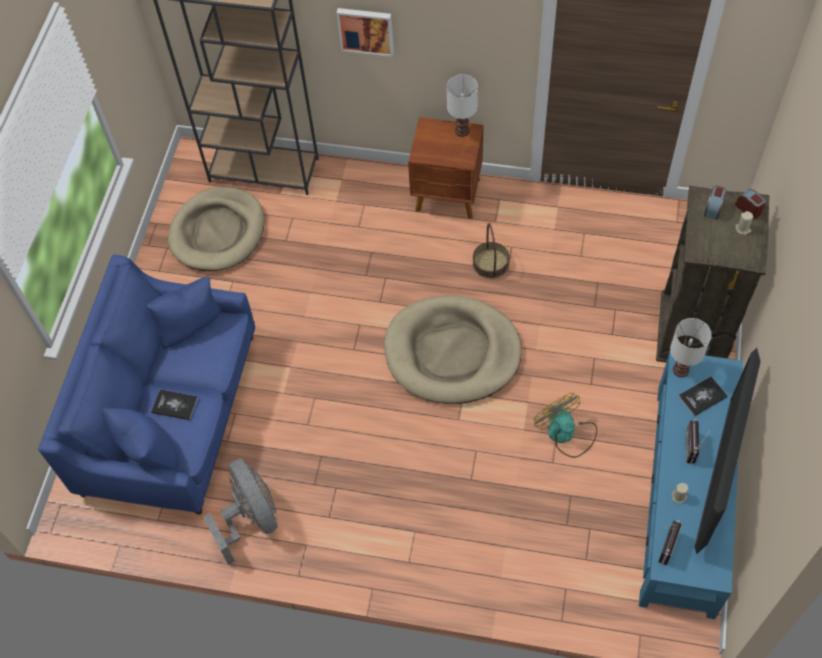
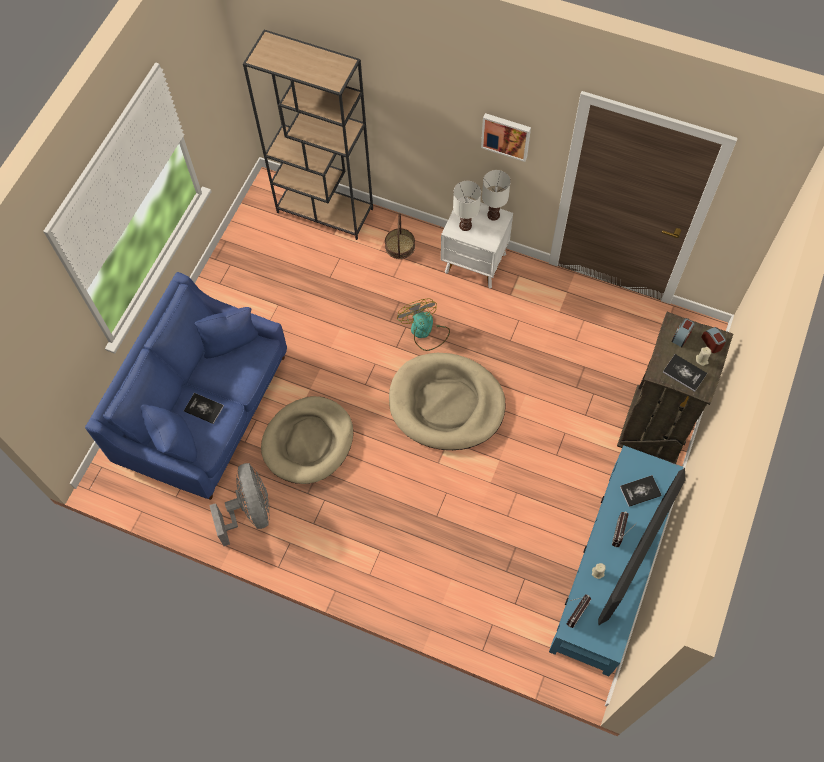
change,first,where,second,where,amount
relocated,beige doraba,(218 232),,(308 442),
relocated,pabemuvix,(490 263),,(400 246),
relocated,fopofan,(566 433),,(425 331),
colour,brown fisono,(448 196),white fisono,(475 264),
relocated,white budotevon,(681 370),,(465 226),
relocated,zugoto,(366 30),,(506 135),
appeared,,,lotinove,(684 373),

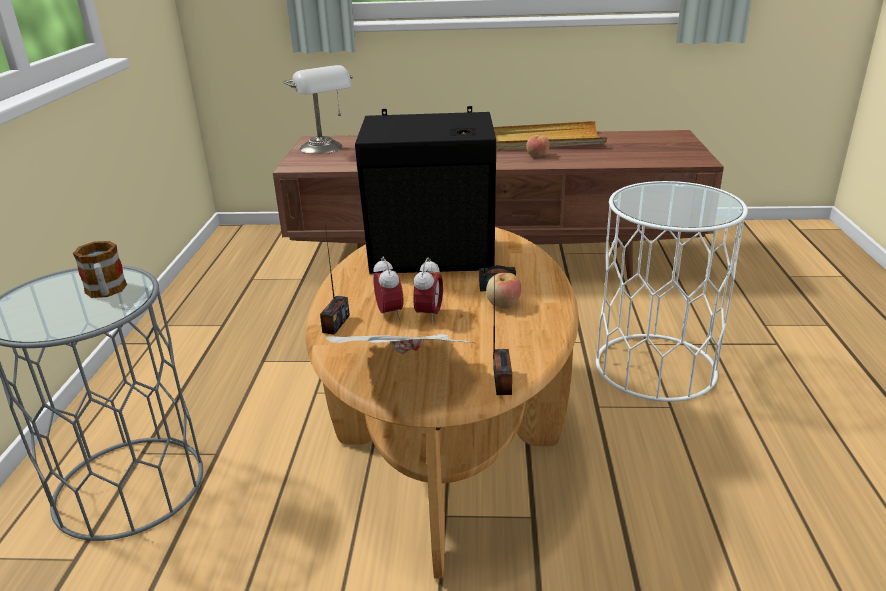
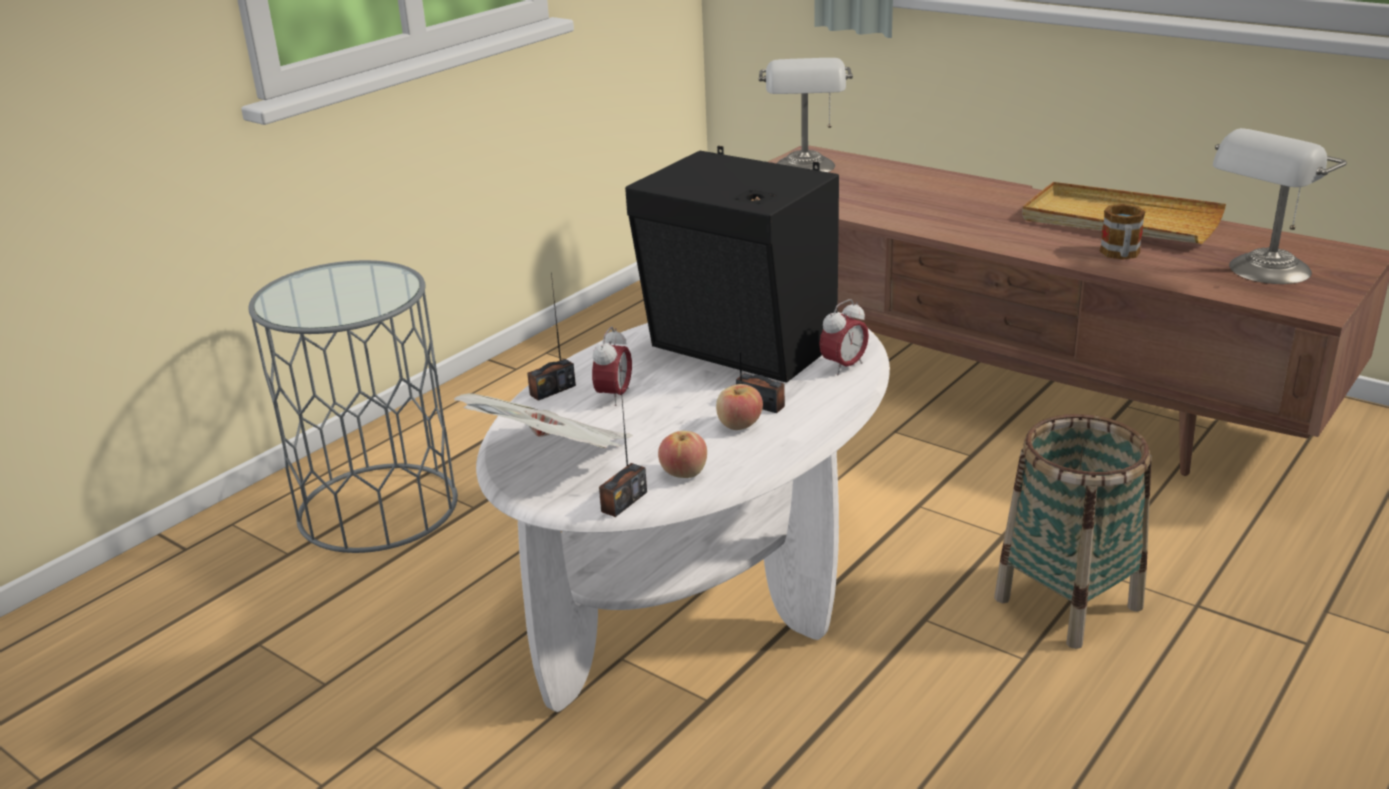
change,first,where,second,where,amount
colour,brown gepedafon,(447 442),white gepedafon,(702 587),
relocated,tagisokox,(537 155),,(683 473),
relocated,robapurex,(429 315),,(843 367),
exchanged,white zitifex,(656 366),pabemuvix,(1068 603),
relocated,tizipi,(106 292),,(1120 255),
appeared,,,white budotevon,(1262 274),

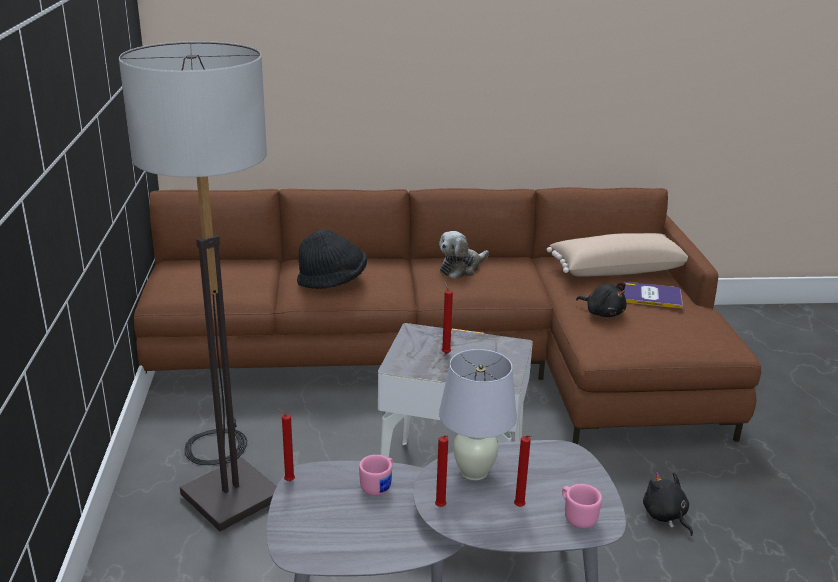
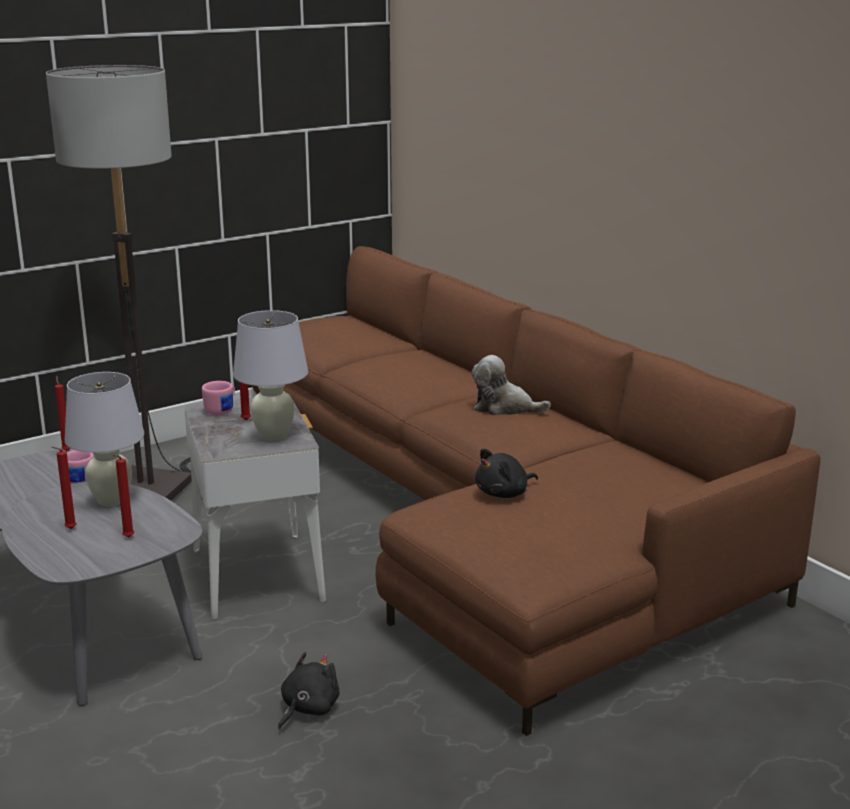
change,first,where,second,where,amount
relocated,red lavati,(441 508),,(127 538),
relocated,pink tizipi,(577 516),,(222 410),
appeared,,,white budotevon,(273 435),
spun,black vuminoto,(603 313),,(504 493),45 degrees clockwise
missing,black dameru,(332 281),,,
missing,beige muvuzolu,(616 269),,,
missing,lotinove,(651 296),,,

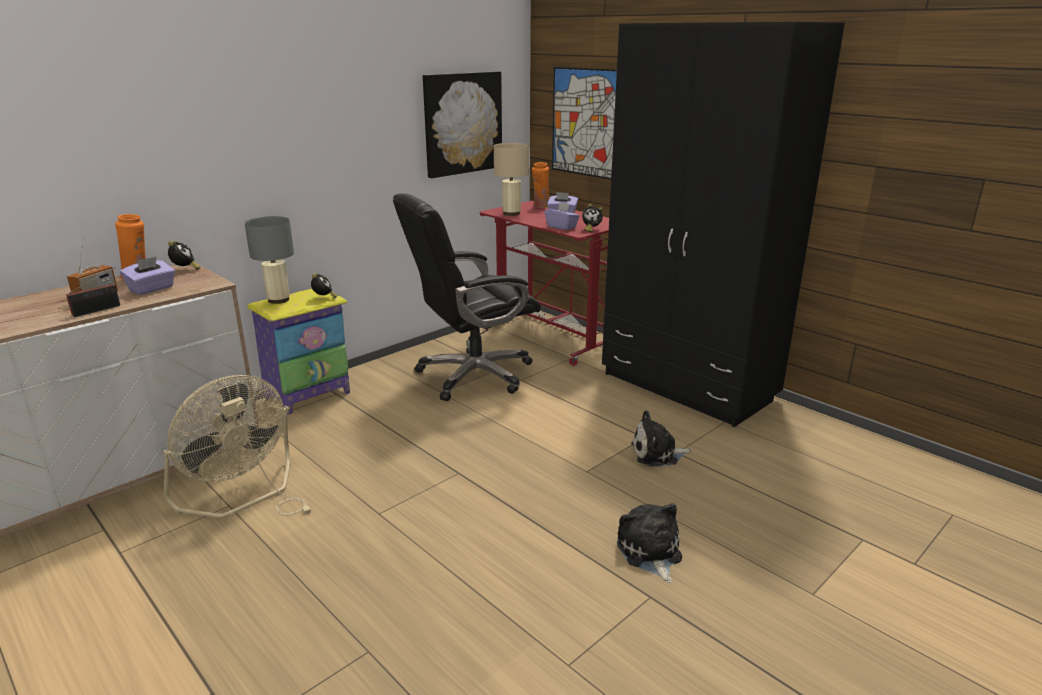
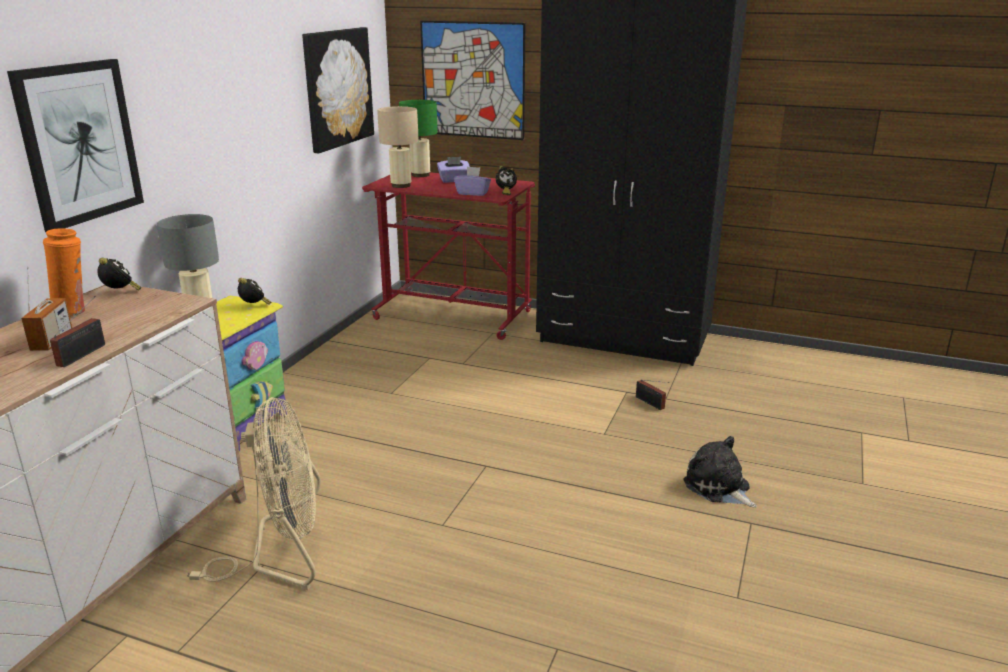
change,first,where,second,where,amount
appeared,,,zugoto,(79 143),
spun,beige fopofan,(251 495),,(279 547),150 degrees clockwise
exchanged,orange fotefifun,(541 206),green budotevon,(421 175),
exchanged,vuminoto,(657 454),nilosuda,(651 403),
missing,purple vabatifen,(152 289),,,
missing,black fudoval,(474 375),,,

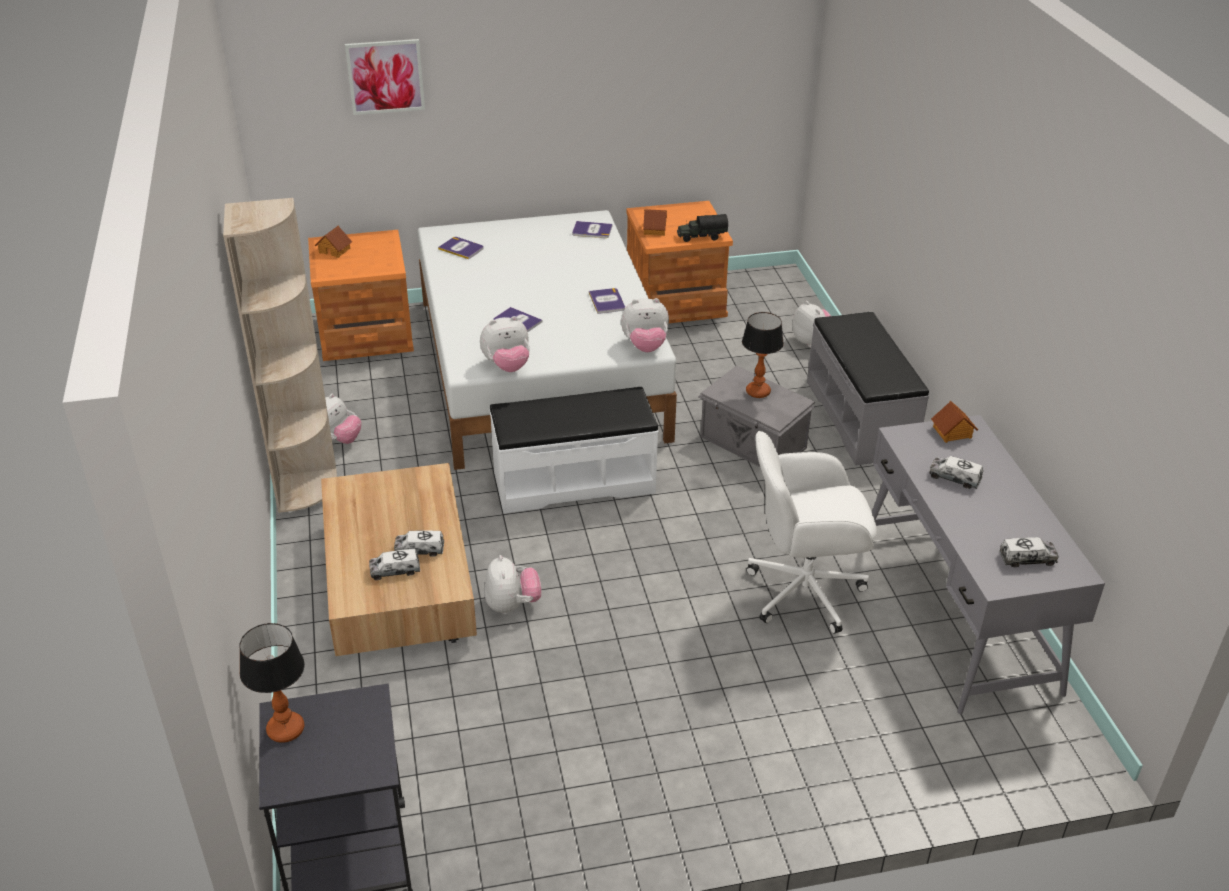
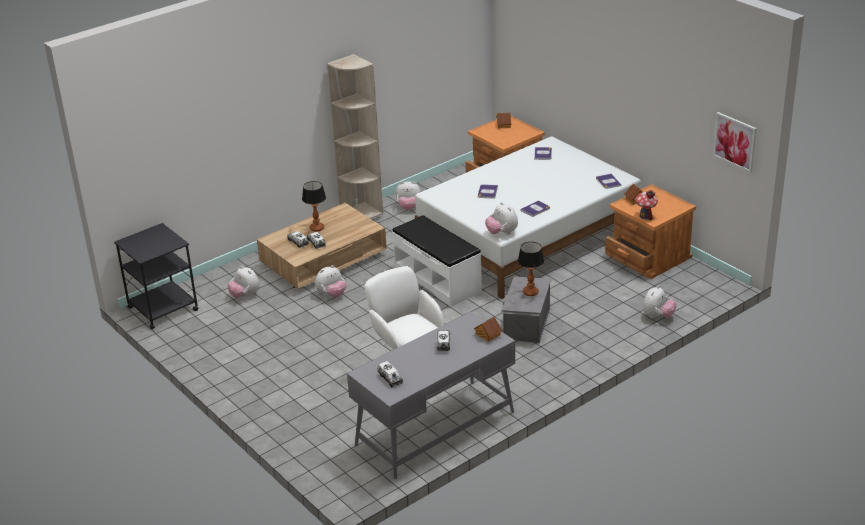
change,first,where,second,where,amount
relocated,vuminoto,(507 366),,(245 295),
relocated,budotevon,(286 730),,(316 228),
exchanged,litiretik,(701 237),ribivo,(645 216),
relocated,zugoto,(385 76),,(735 141),
missing,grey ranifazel,(860 418),,,

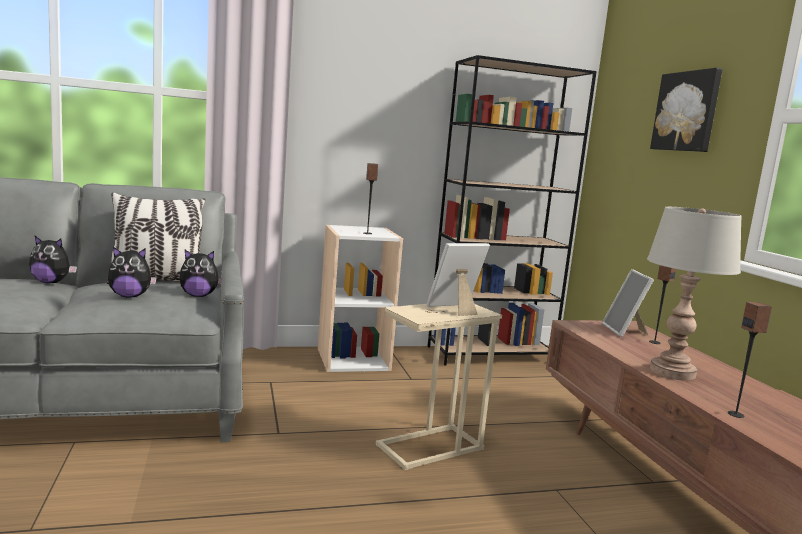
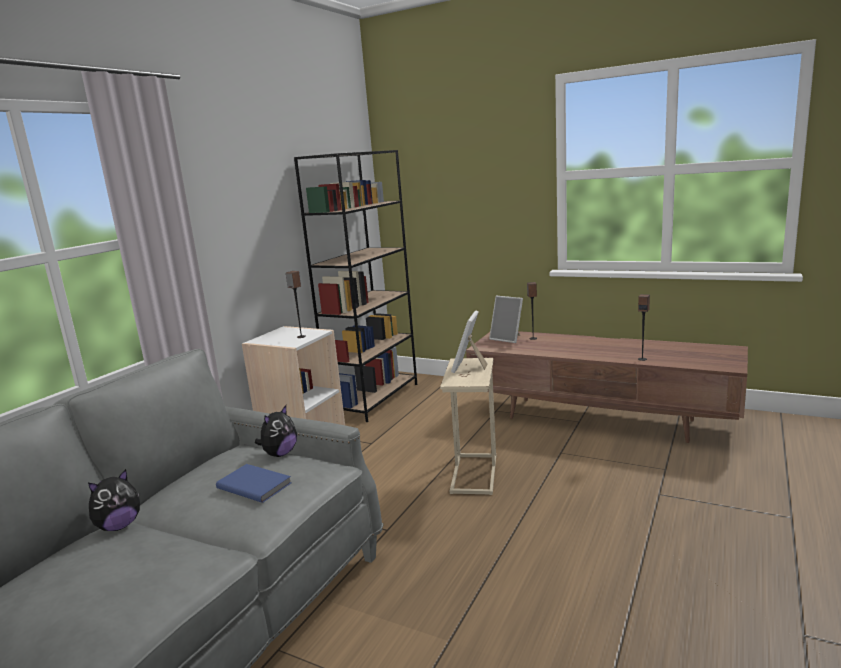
change,first,where,second,where,amount
exchanged,vuminoto,(130 296),blue lotinove,(254 484),
missing,muvuzolu,(157 281),,,
missing,grey budotevon,(672 372),,,
missing,zugoto,(687 111),,,

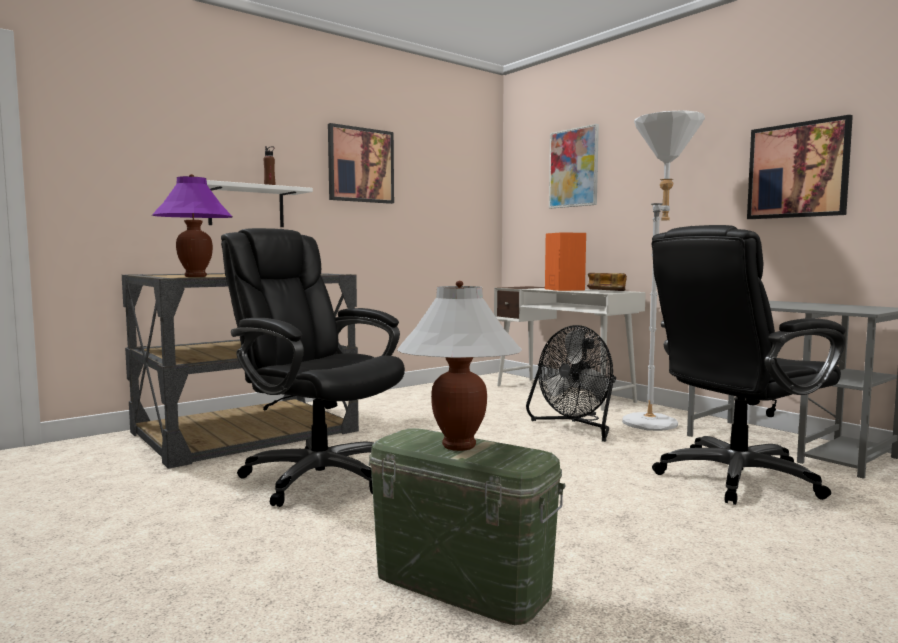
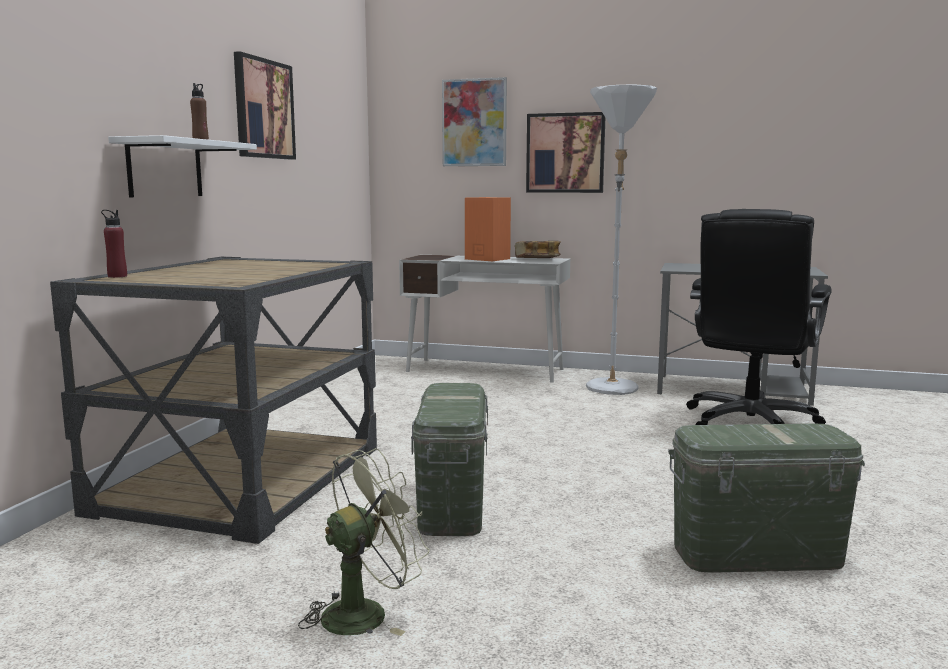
change,first,where,second,where,amount
appeared,,,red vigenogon,(117 276),
appeared,,,green fopofan,(365 612),
exchanged,black fudoval,(319 477),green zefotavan,(452 505),
relocated,zugoto,(798 170),,(565 153),
missing,purple budotevon,(195 276),,,
missing,white budotevon,(458 446),,,
missing,black fopofan,(576 426),,,

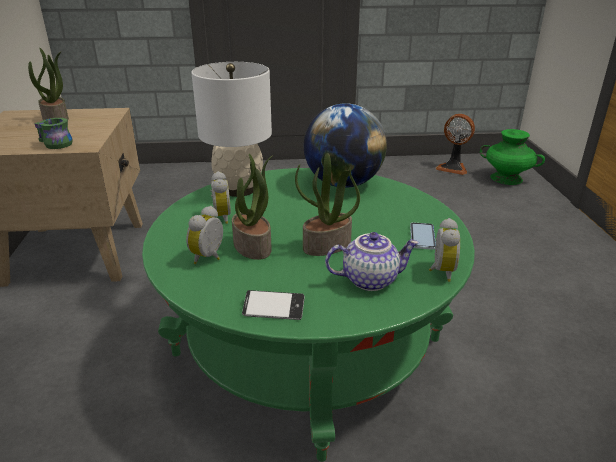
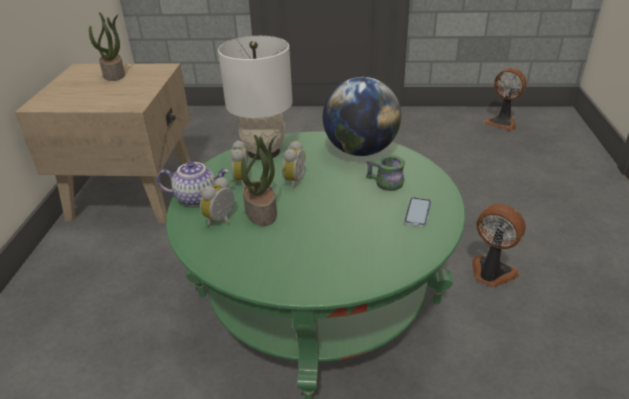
change,first,where,second,where,amount
relocated,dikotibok,(370 279),,(197 197),
relocated,robapurex,(440 271),,(293 181),
relocated,green tizipi,(54 144),,(384 183),
appeared,,,fopofan,(491 273),
missing,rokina,(273 309),,,
missing,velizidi,(327 246),,,
missing,green fotefifun,(506 178),,,

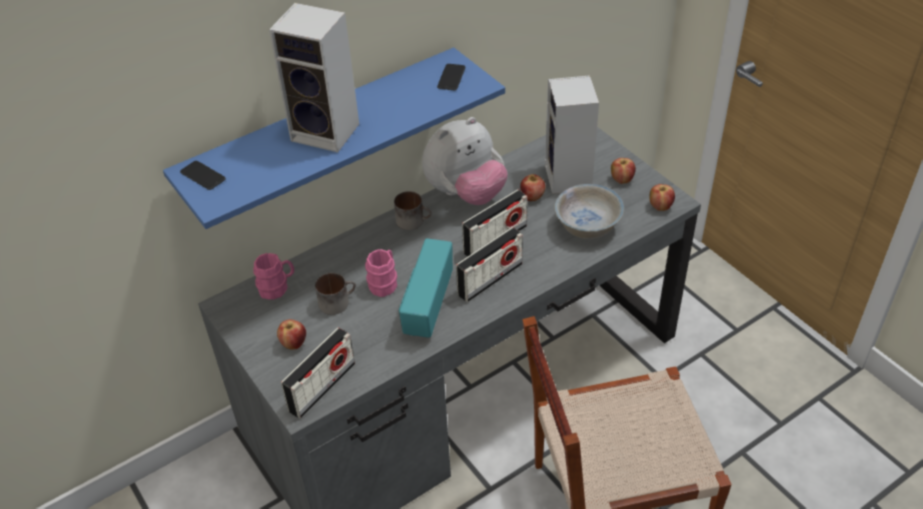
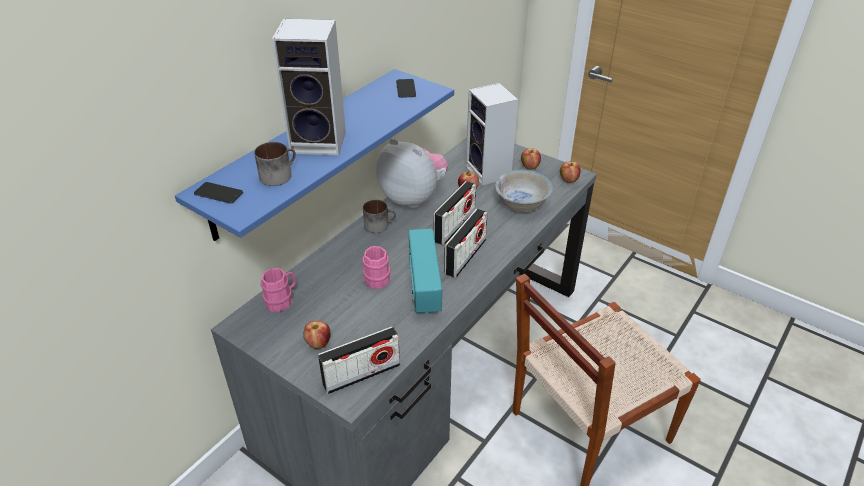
change,first,where,second,where,amount
relocated,tizipi,(337 301),,(278 174),
spun,nilosuda,(322 387),,(361 374),45 degrees clockwise
spun,vuminoto,(465 193),,(413 197),90 degrees counterclockwise

